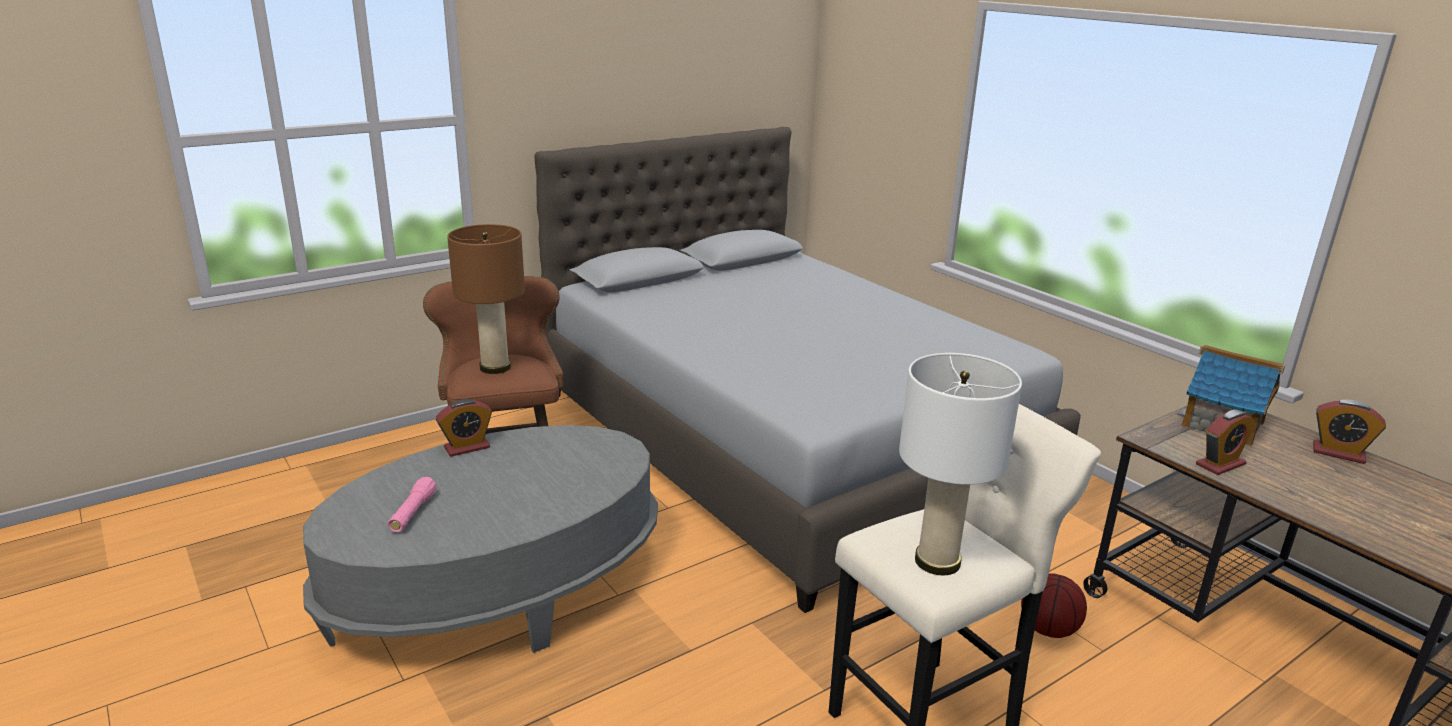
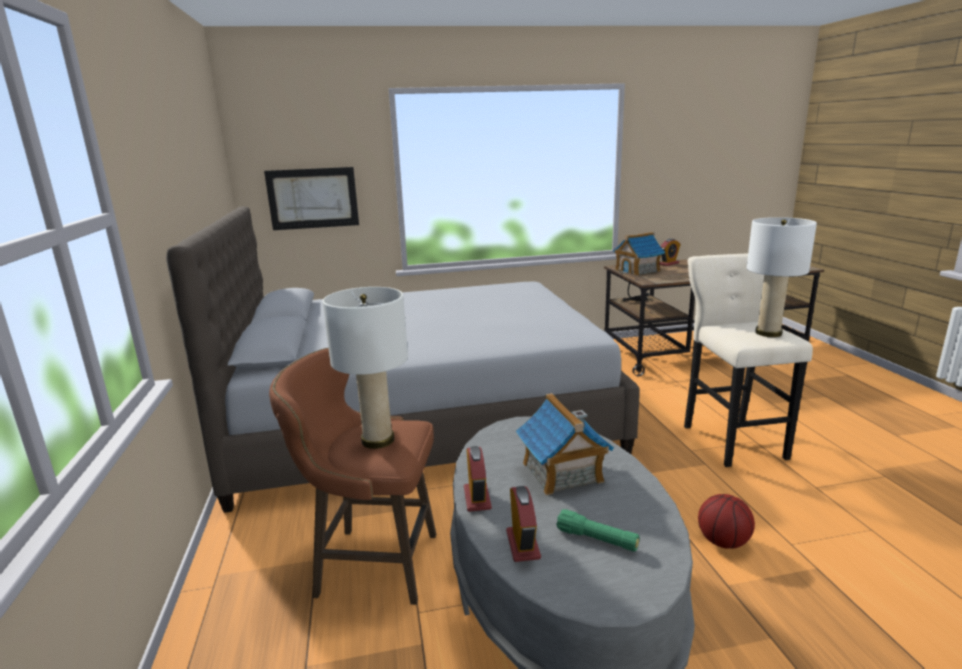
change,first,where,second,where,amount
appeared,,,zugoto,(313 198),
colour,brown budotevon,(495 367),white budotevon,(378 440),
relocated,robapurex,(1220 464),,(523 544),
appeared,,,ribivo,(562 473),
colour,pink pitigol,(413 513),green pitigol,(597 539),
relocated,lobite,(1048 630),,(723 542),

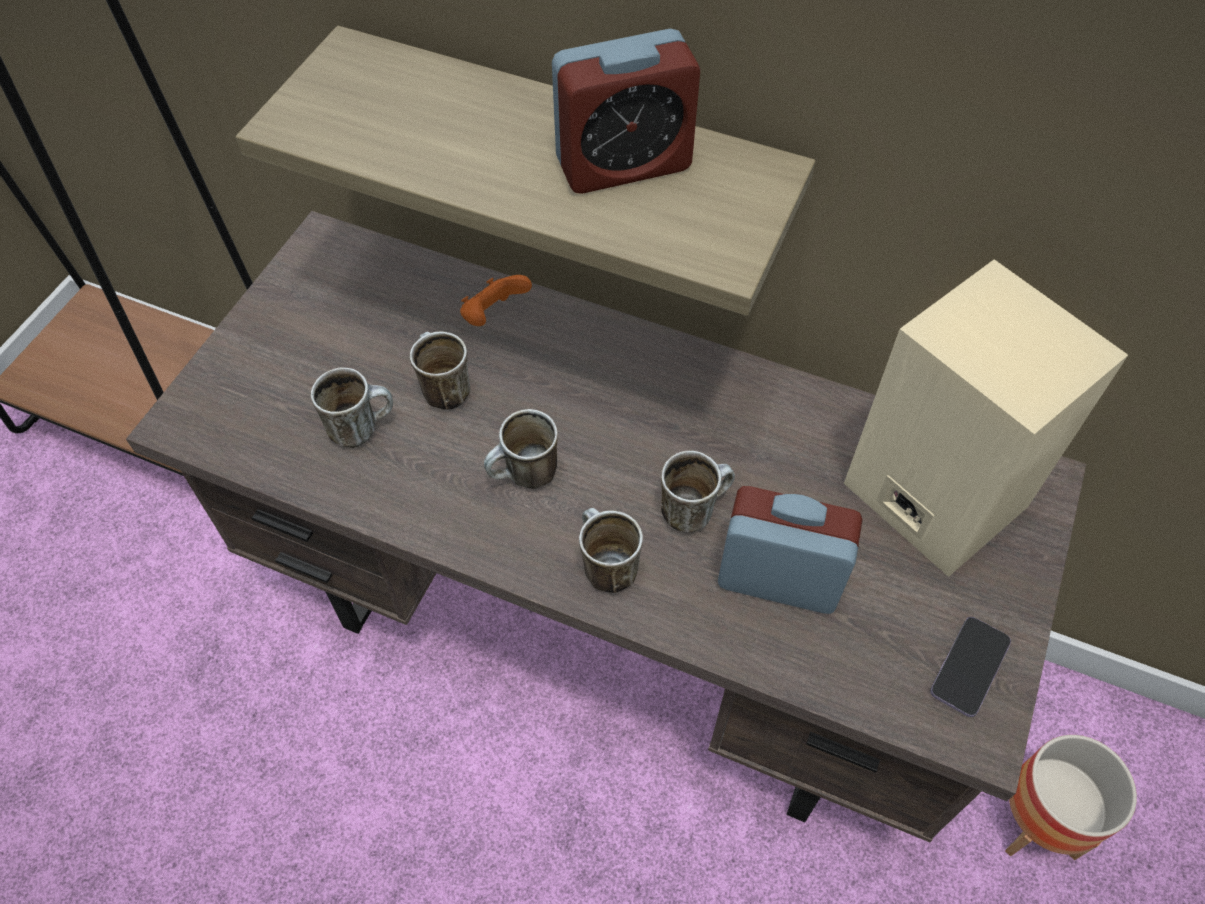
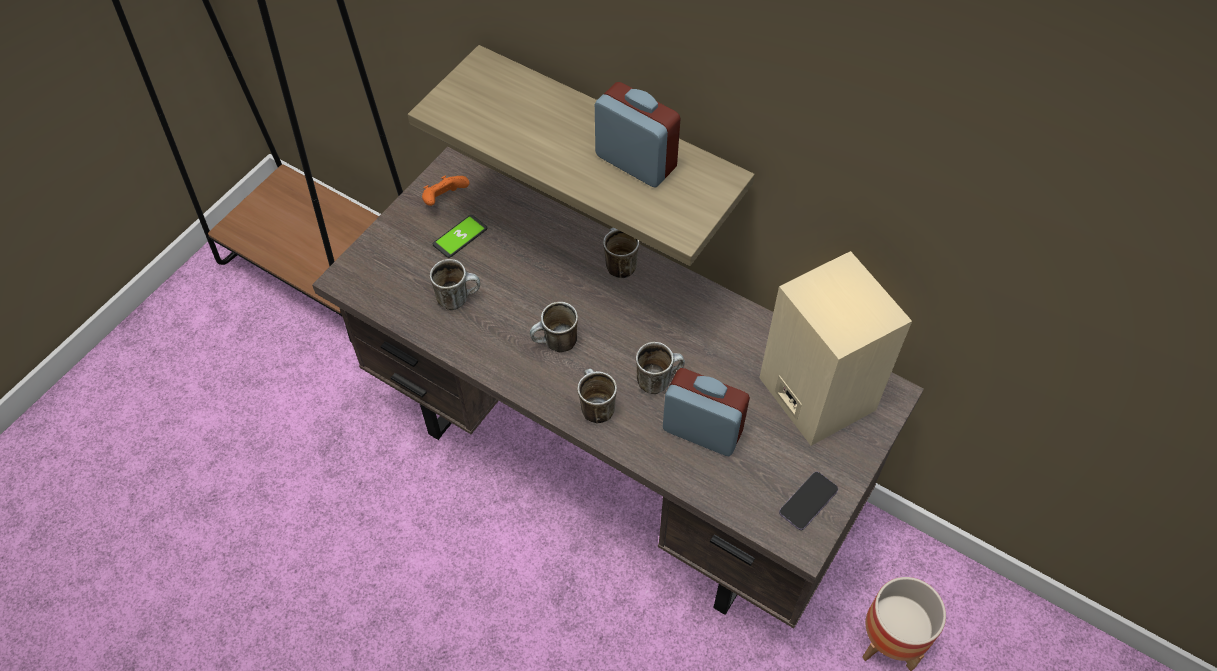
change,first,where,second,where,amount
relocated,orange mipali,(493 315),,(445 199),
appeared,,,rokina,(460 237),
spun,robapurex,(623 164),,(635 162),135 degrees counterclockwise
relocated,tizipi,(441 389),,(617 264),

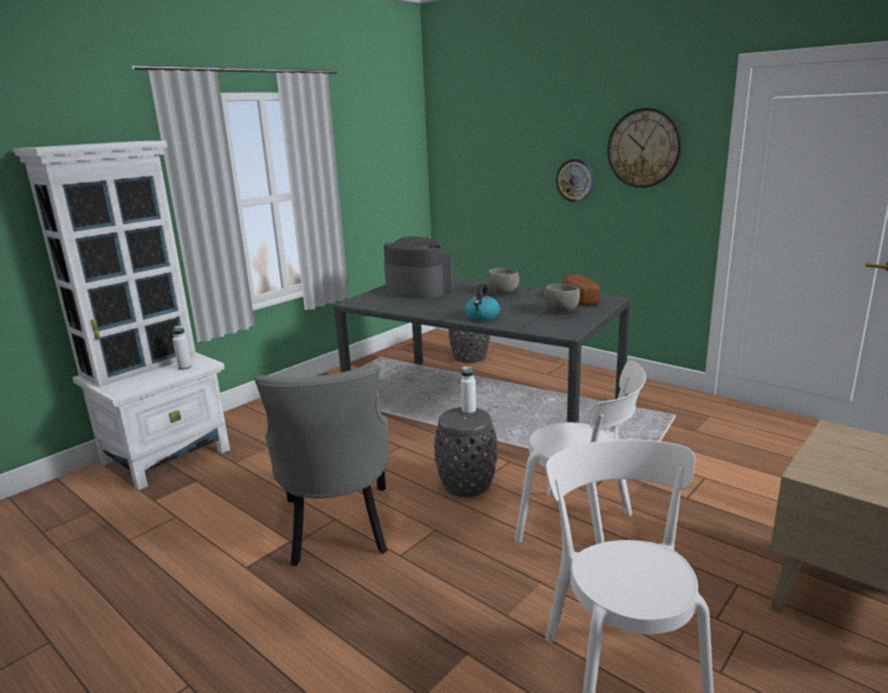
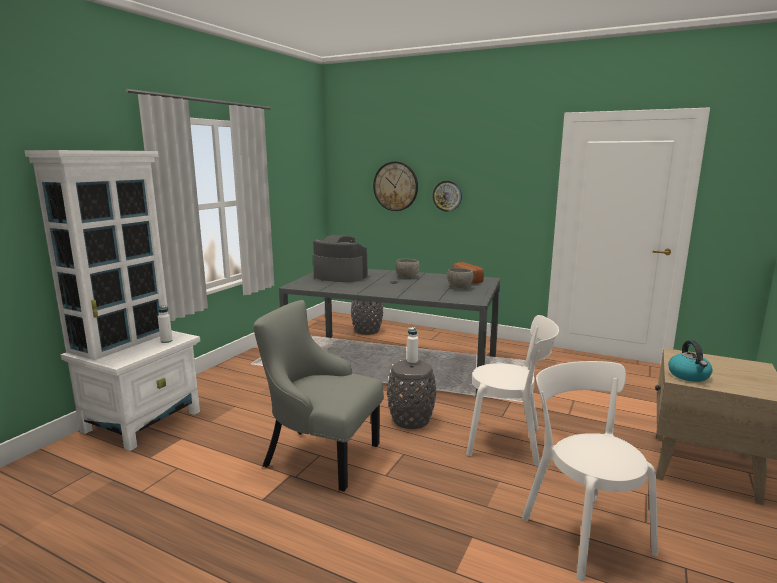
change,first,where,second,where,amount
spun,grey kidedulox,(337 523),,(323 457),135 degrees clockwise
relocated,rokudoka,(644 148),,(395 186),
relocated,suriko,(482 316),,(689 376),

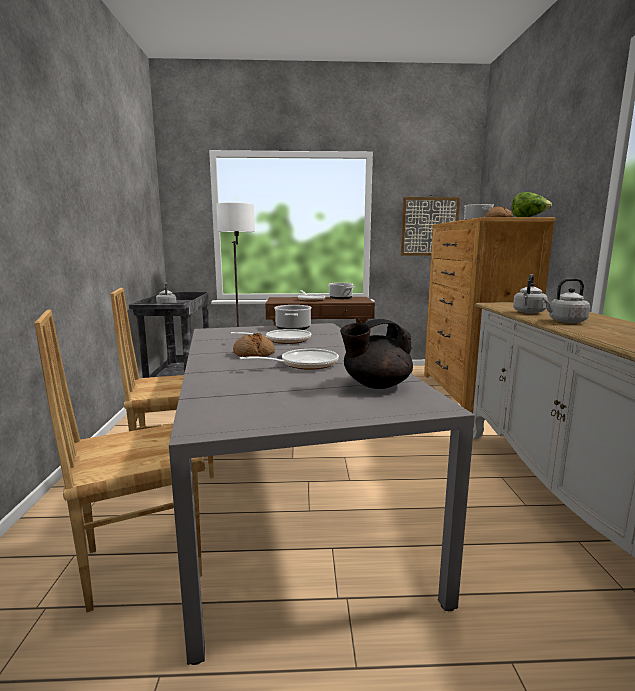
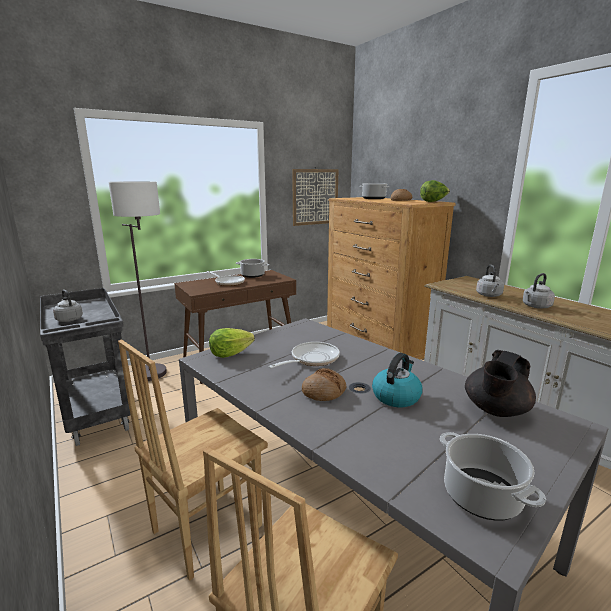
change,first,where,second,where,amount
appeared,,,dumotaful,(230 354),
exchanged,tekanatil,(304 364),suriko,(396 396),
relocated,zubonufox,(293 328),,(483 496),

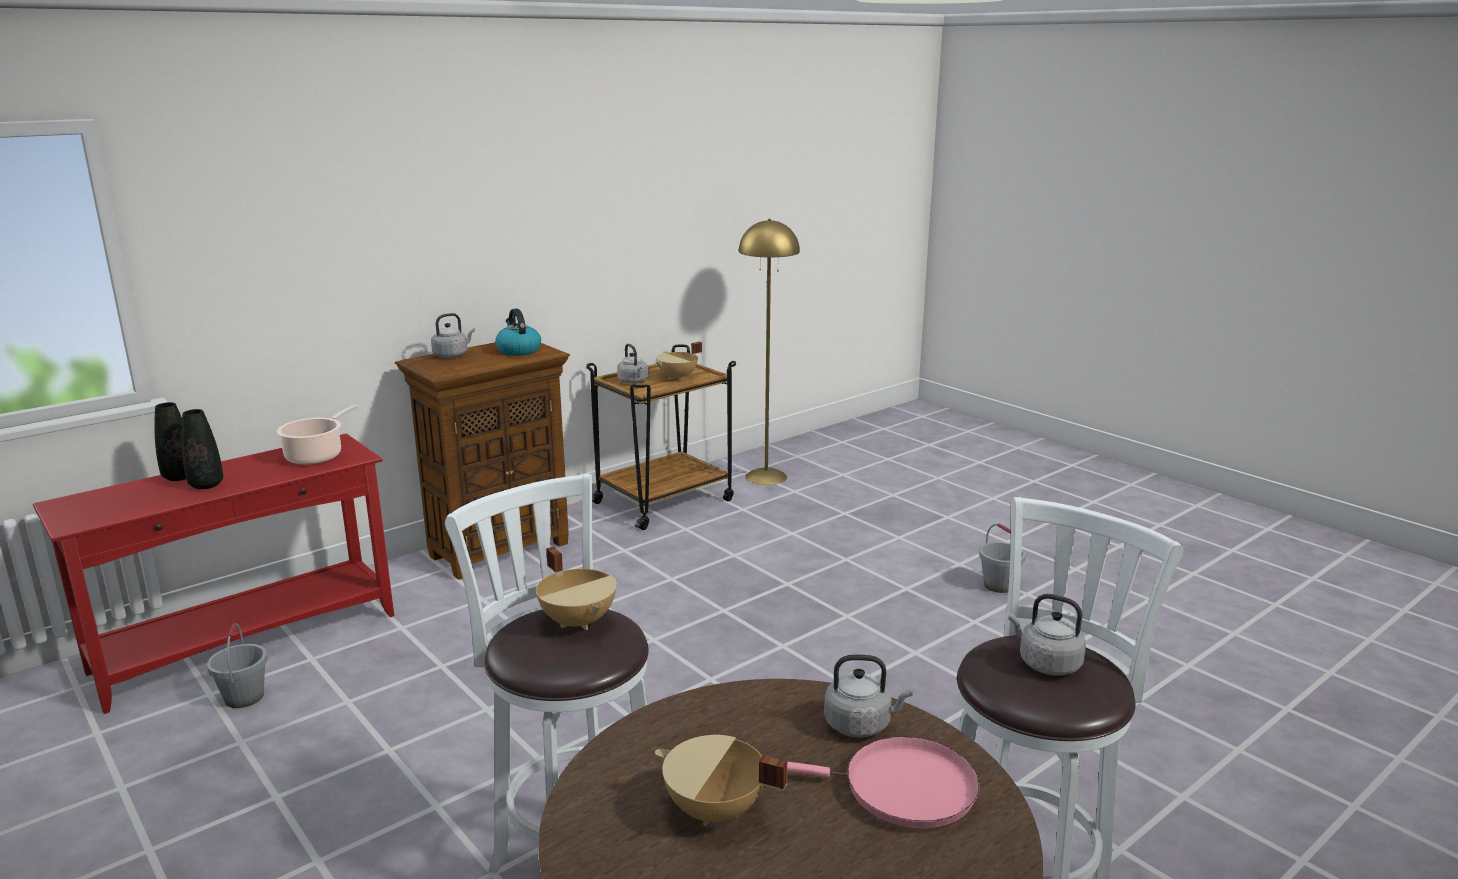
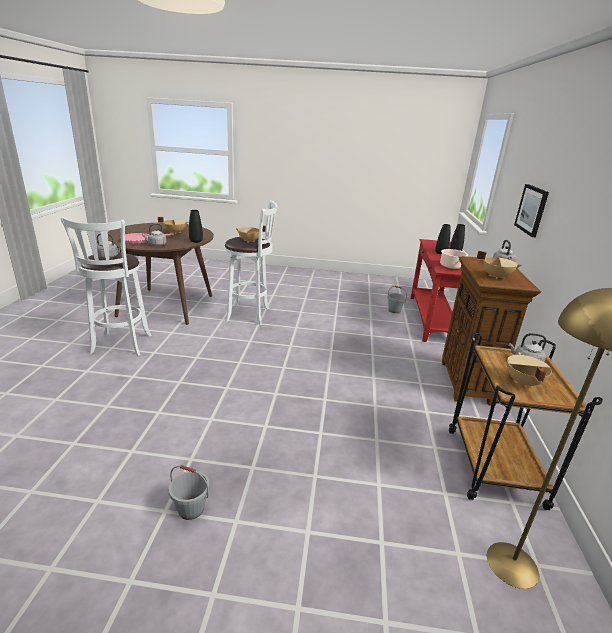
change,first,where,second,where,amount
appeared,,,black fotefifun,(196 241),
exchanged,suriko,(518 350),beige zubonufox,(496 276),
appeared,,,zugoto,(532 210),

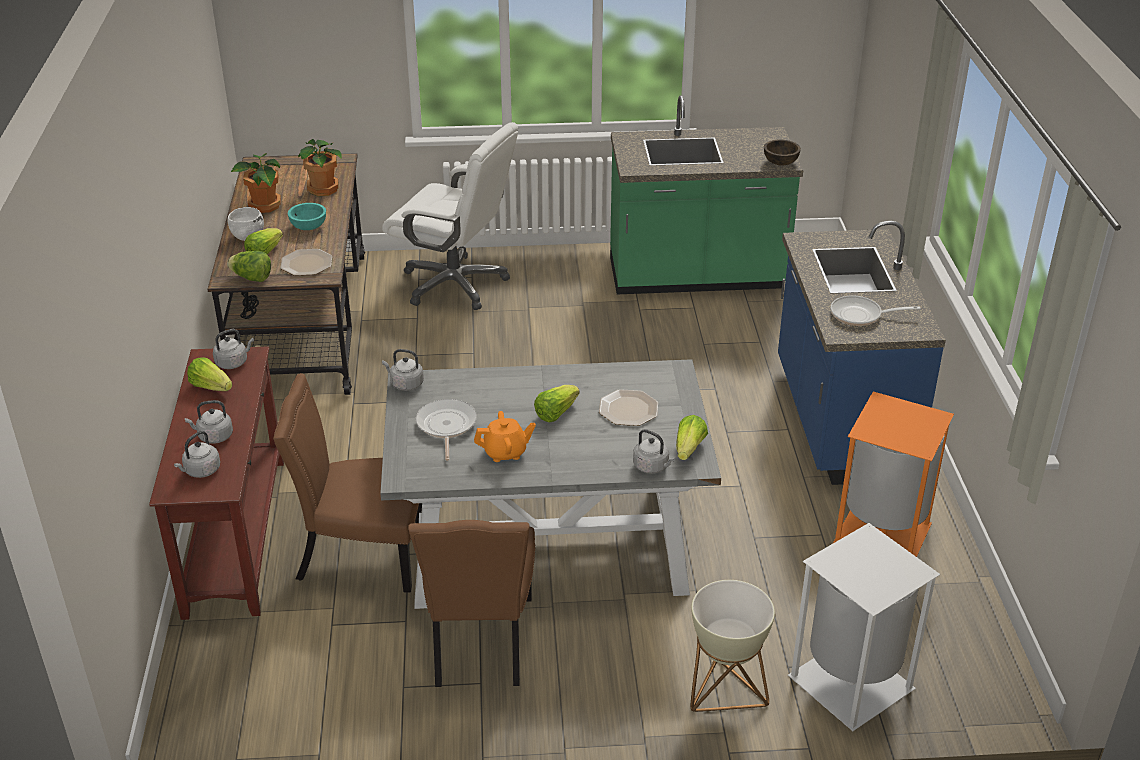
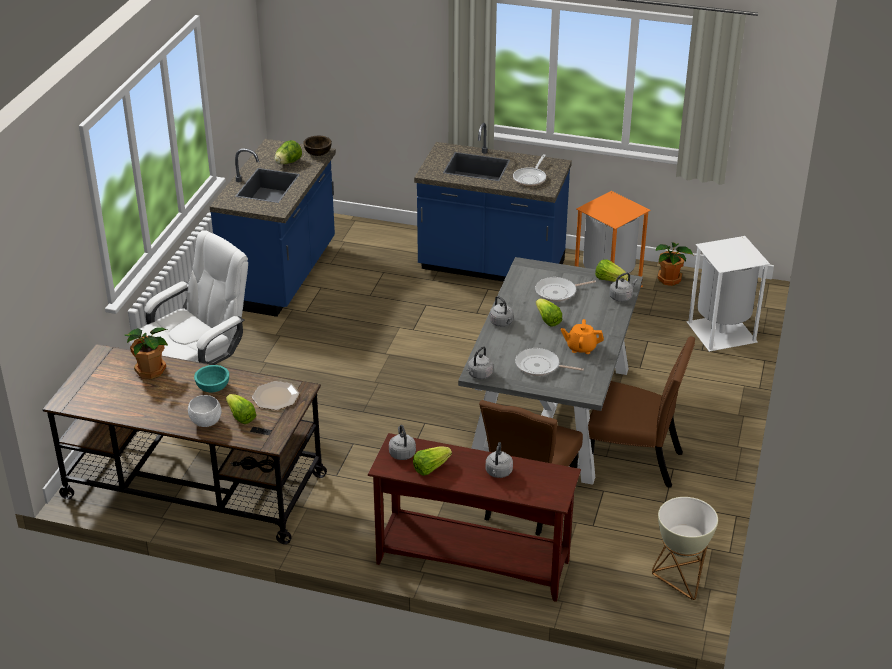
change,first,where,second,where,amount
colour,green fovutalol,(696 277),blue fovutalol,(282 276),
relocated,dumotaful,(252 278),,(288 163),
relocated,grey suriko,(201 471),,(502 323),
exchanged,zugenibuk,(628 409),tekanatil,(558 292),
spun,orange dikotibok,(505 452),,(581 347),90 degrees counterclockwise
relocated,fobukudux,(726 690),,(680 577),
relocated,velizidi,(264 206),,(670 280),

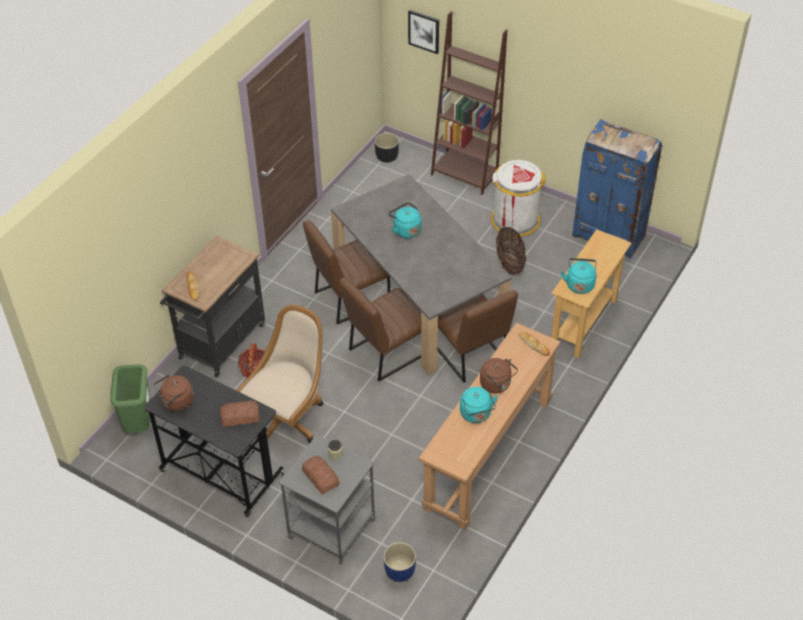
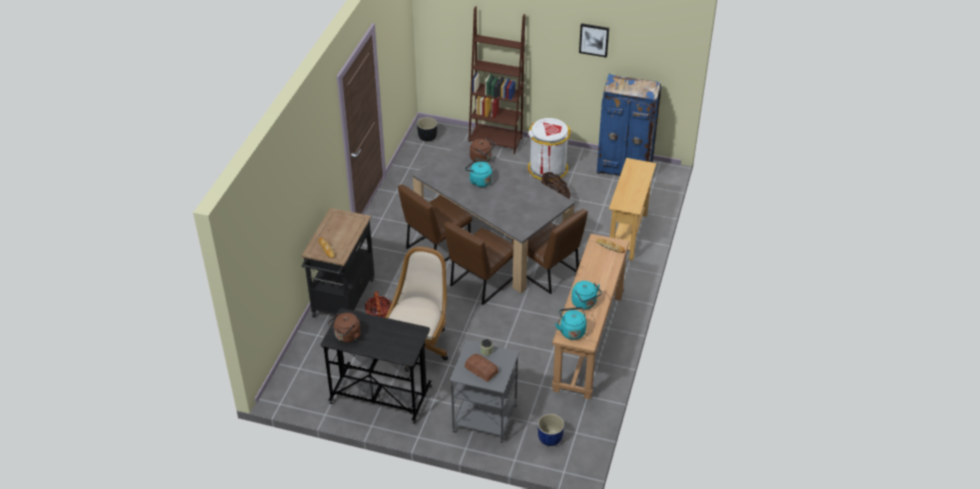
change,first,where,second,where,amount
relocated,brown suriko,(497 385),,(482 159),
relocated,turquoise suriko,(579 284),,(571 331),
relocated,zugoto,(424 31),,(594 39),
missing,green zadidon,(138 423),,,
missing,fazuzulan,(239 416),,,

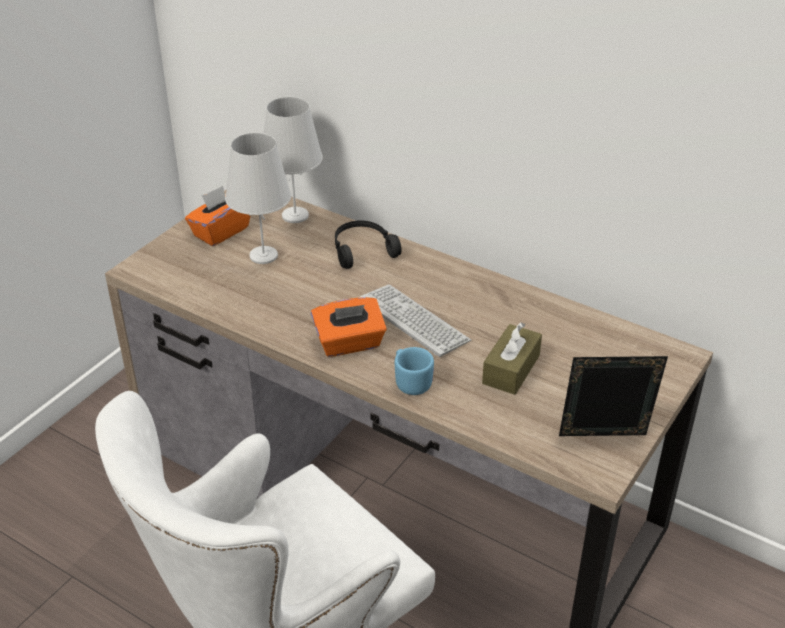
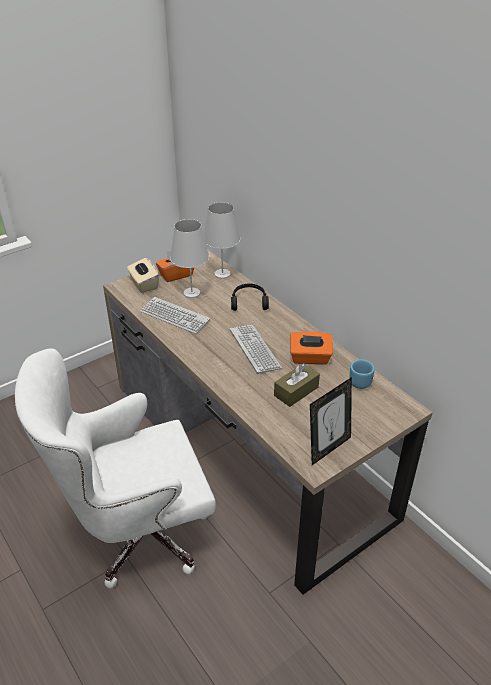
change,first,where,second,where,amount
appeared,,,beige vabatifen,(144 284),
appeared,,,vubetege,(174 316),
relocated,orange vabatifen,(349 343),,(310 358),
spun,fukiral,(603 440),,(328 448),120 degrees clockwise
relocated,blue tizipi,(411 382),,(359 380),

